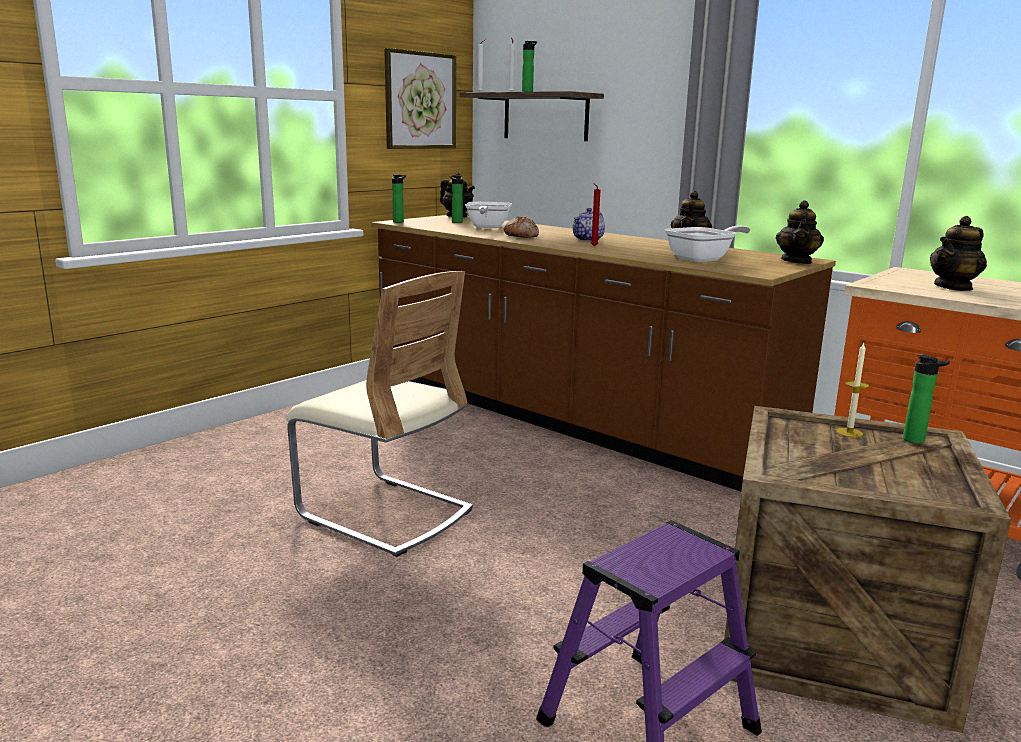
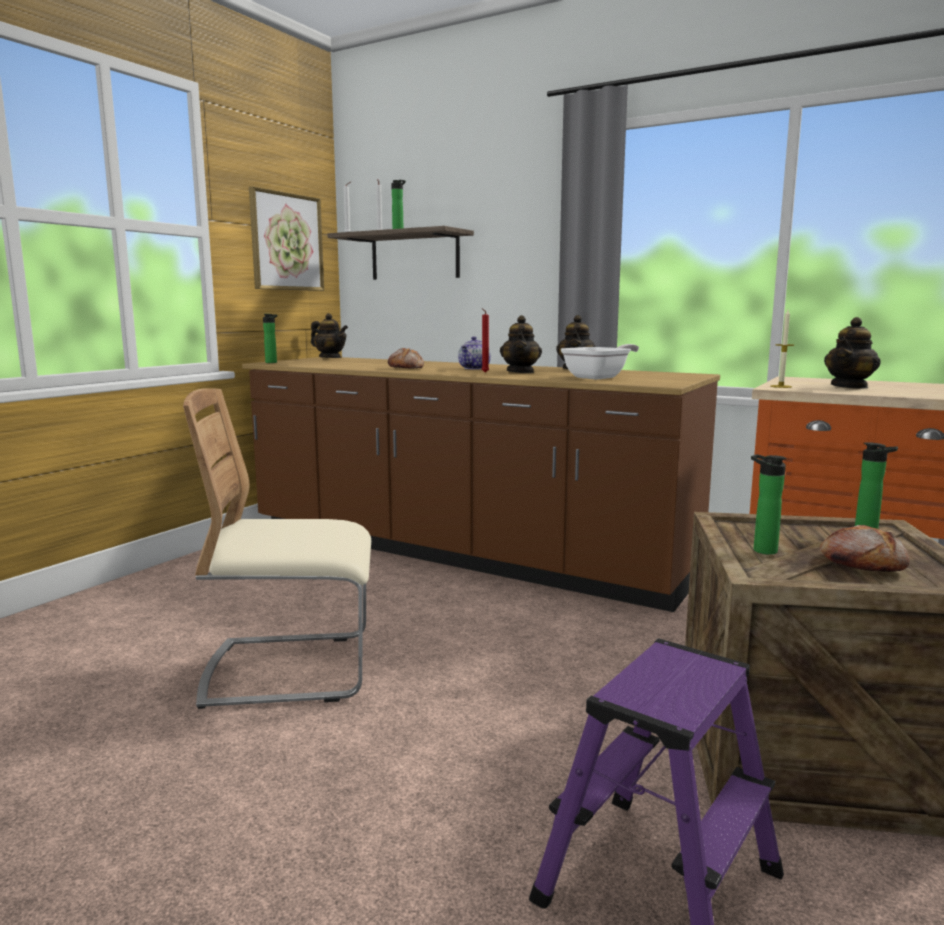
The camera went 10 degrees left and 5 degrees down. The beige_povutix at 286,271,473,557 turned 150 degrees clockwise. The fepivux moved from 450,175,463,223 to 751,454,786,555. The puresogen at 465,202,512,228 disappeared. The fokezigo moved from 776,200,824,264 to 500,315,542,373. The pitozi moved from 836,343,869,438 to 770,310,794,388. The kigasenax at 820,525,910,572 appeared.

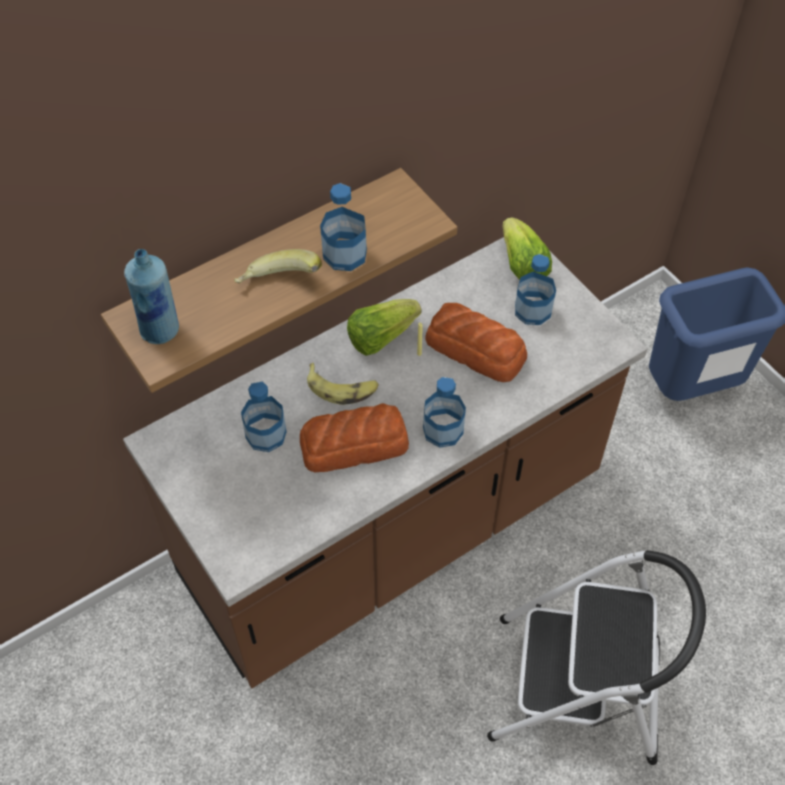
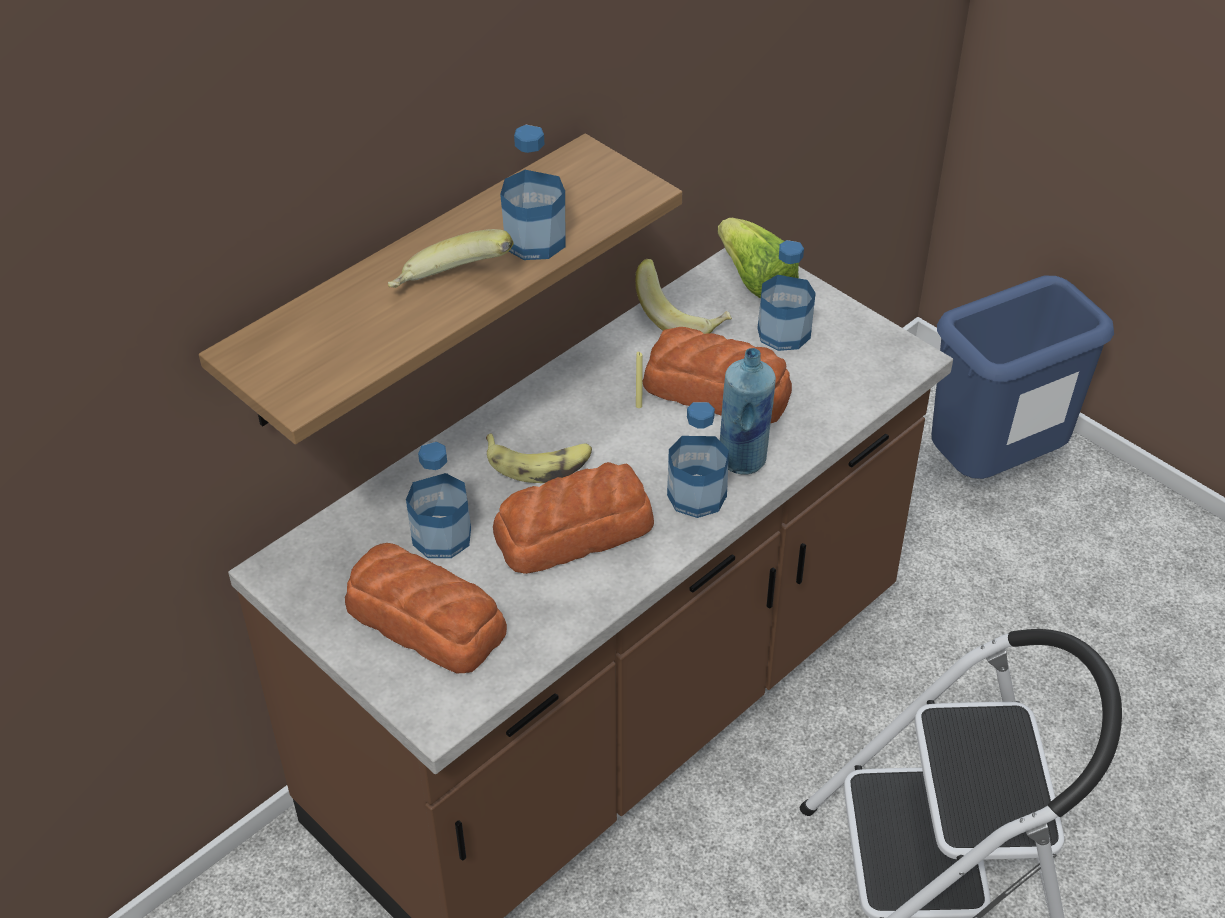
The camera went 10 degrees left and 10 degrees down. The blue_fepivux moved from 124,249,179,344 to 720,348,776,474. The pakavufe at 347,299,421,356 disappeared. The kigasenax at 345,543,507,673 appeared. The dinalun at 635,259,732,334 appeared.

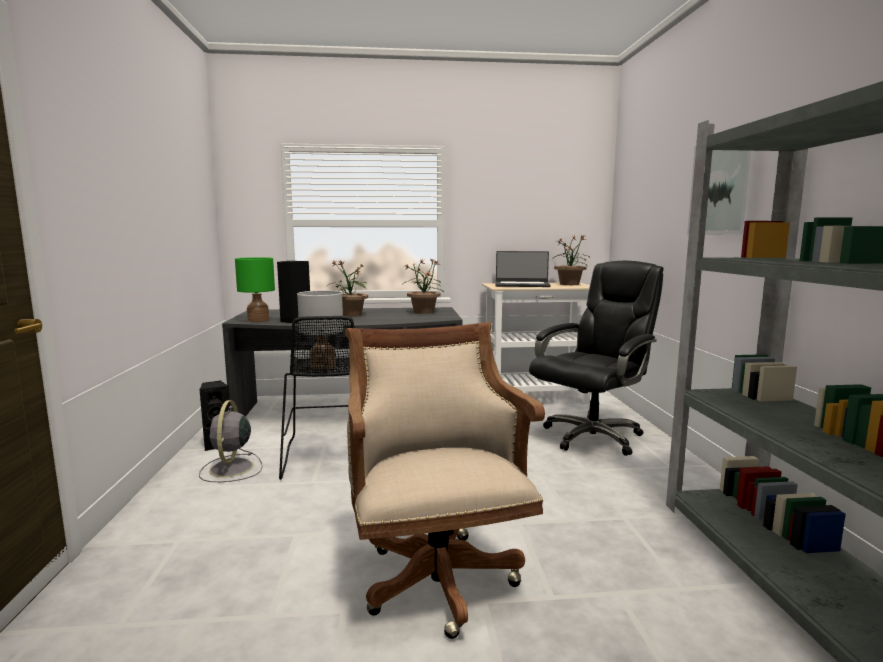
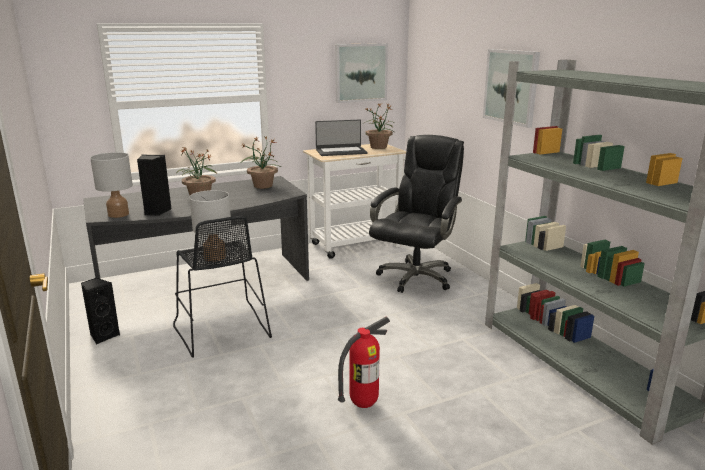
The camera went 20 degrees left and 10 degrees up. The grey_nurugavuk at 199,400,263,482 disappeared. The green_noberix at 235,257,275,322 became the grey_noberix at 90,152,133,218. The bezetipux at 345,322,545,639 was replaced by the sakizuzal at 338,317,390,408. The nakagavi at 335,43,388,103 appeared.

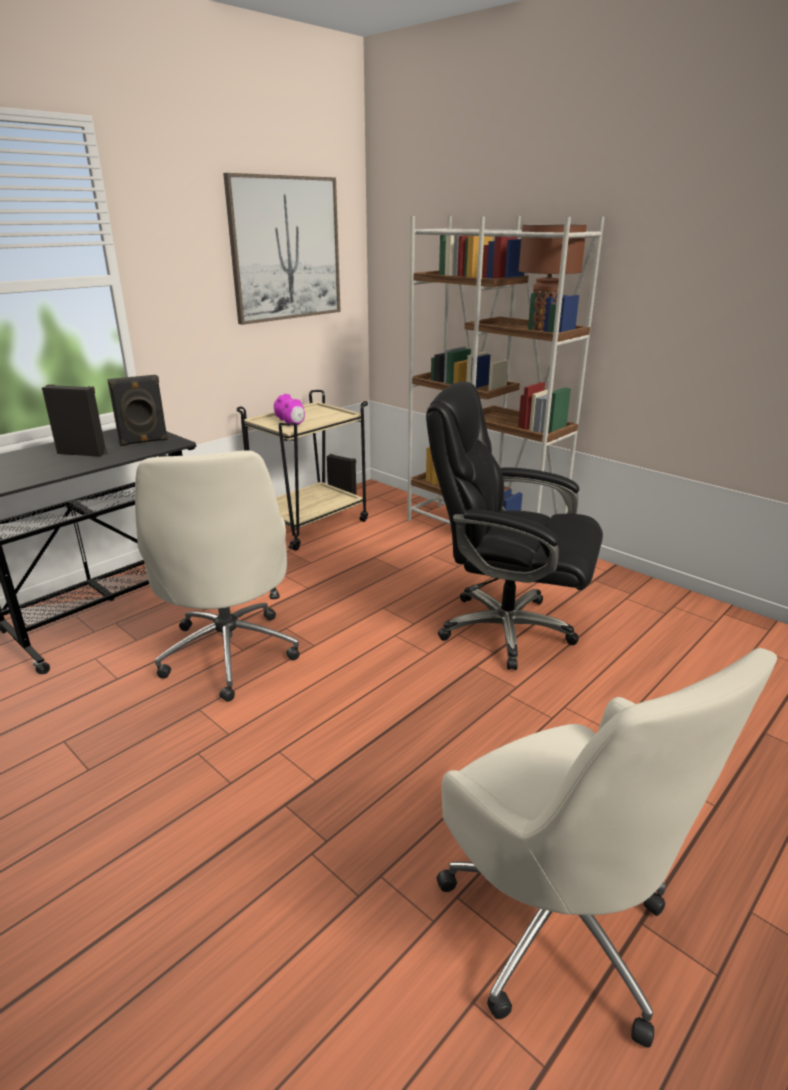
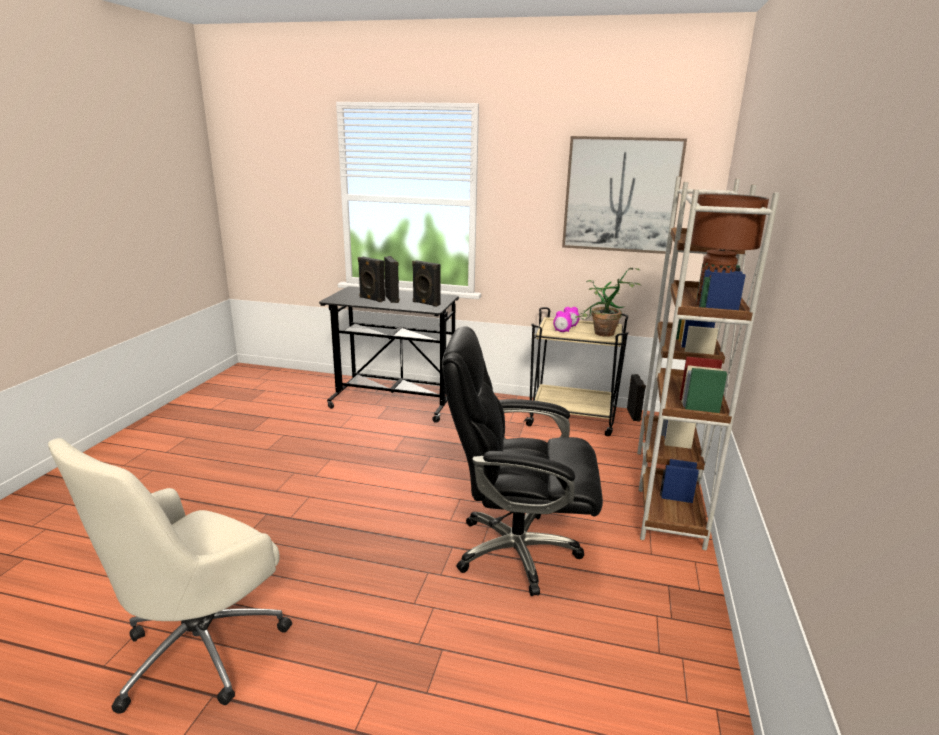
The camera went 60 degrees right and 5 degrees down. The beige_bezetipux at 135,451,300,702 disappeared. The black_bezetipux at 426,382,603,670 turned 75 degrees counterclockwise. The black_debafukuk at 358,257,385,302 appeared. The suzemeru at 575,268,641,337 appeared.

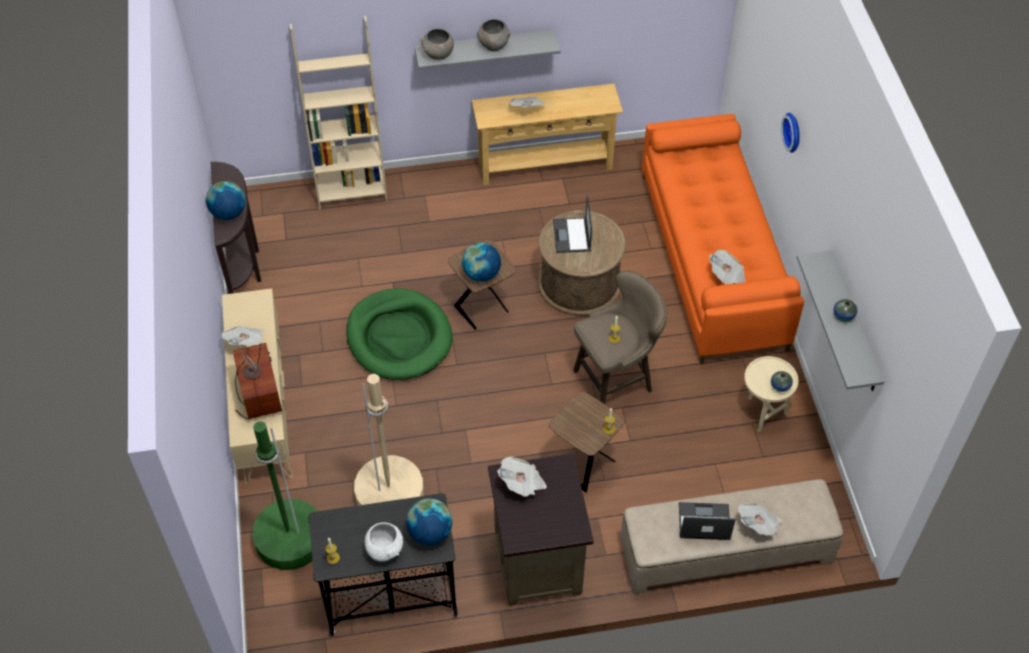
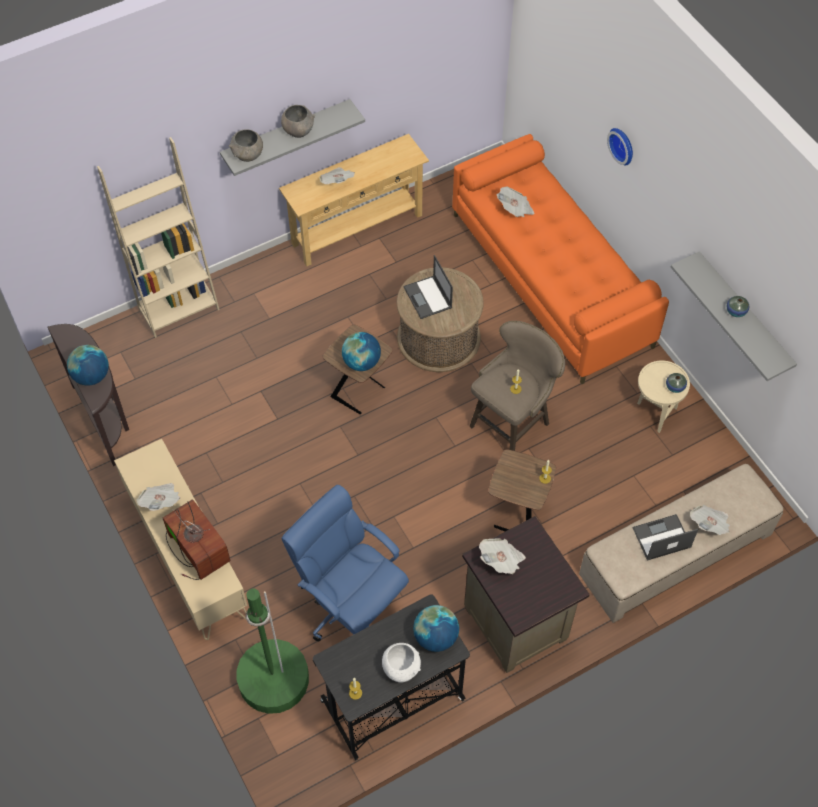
The camera went 20 degrees left and 5 degrees up. The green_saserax at 346,288,453,380 disappeared. The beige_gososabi at 354,374,424,506 was replaced by the blue_bezetipux at 282,485,409,641. The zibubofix moved from 709,250,746,284 to 497,187,534,217.

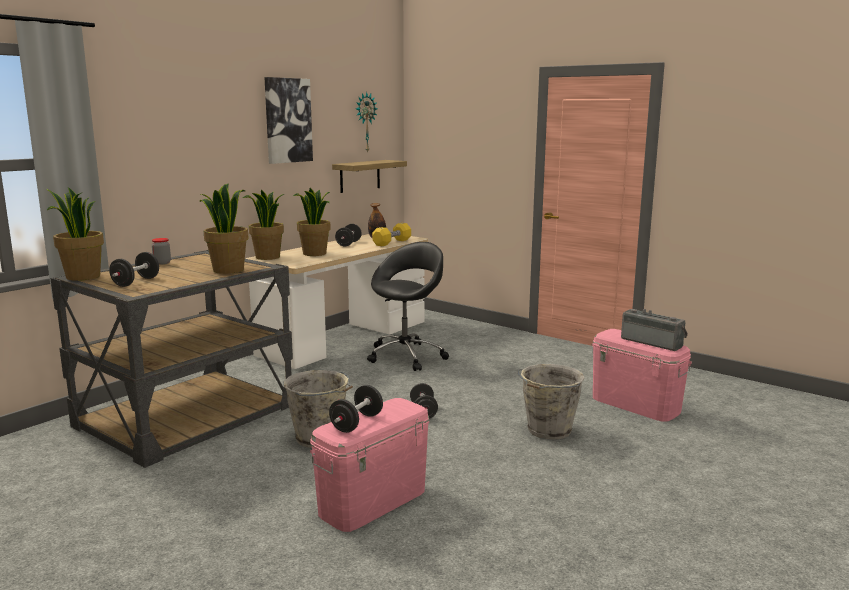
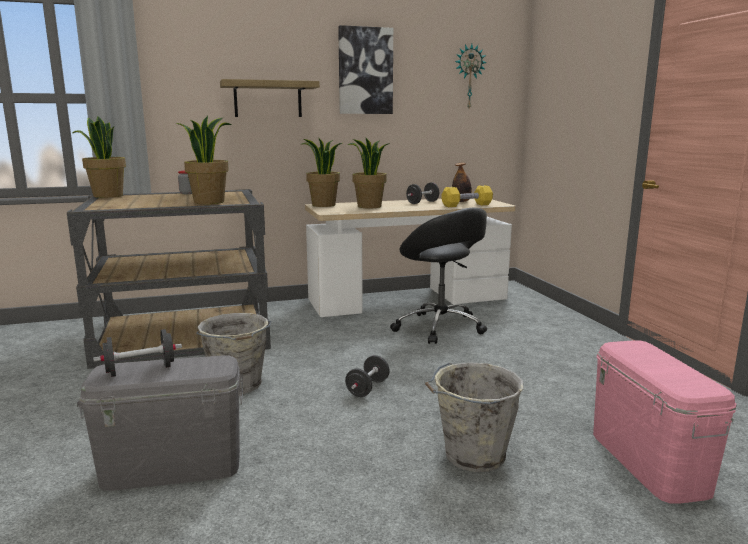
The camera went 35 degrees right and 0 degrees up. The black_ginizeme at 109,252,159,287 disappeared. The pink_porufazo at 310,398,429,532 became the grey_porufazo at 77,356,243,491. The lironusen moved from 332,160,407,193 to 220,79,320,117. The black_bezetipux at 367,242,449,371 turned 60 degrees clockwise. The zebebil at 621,309,688,351 disappeared.

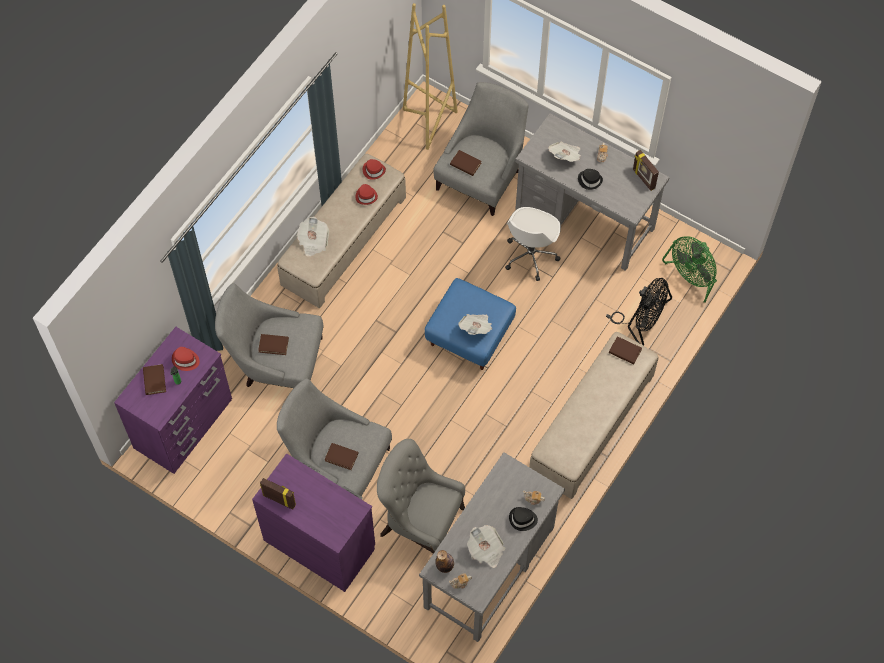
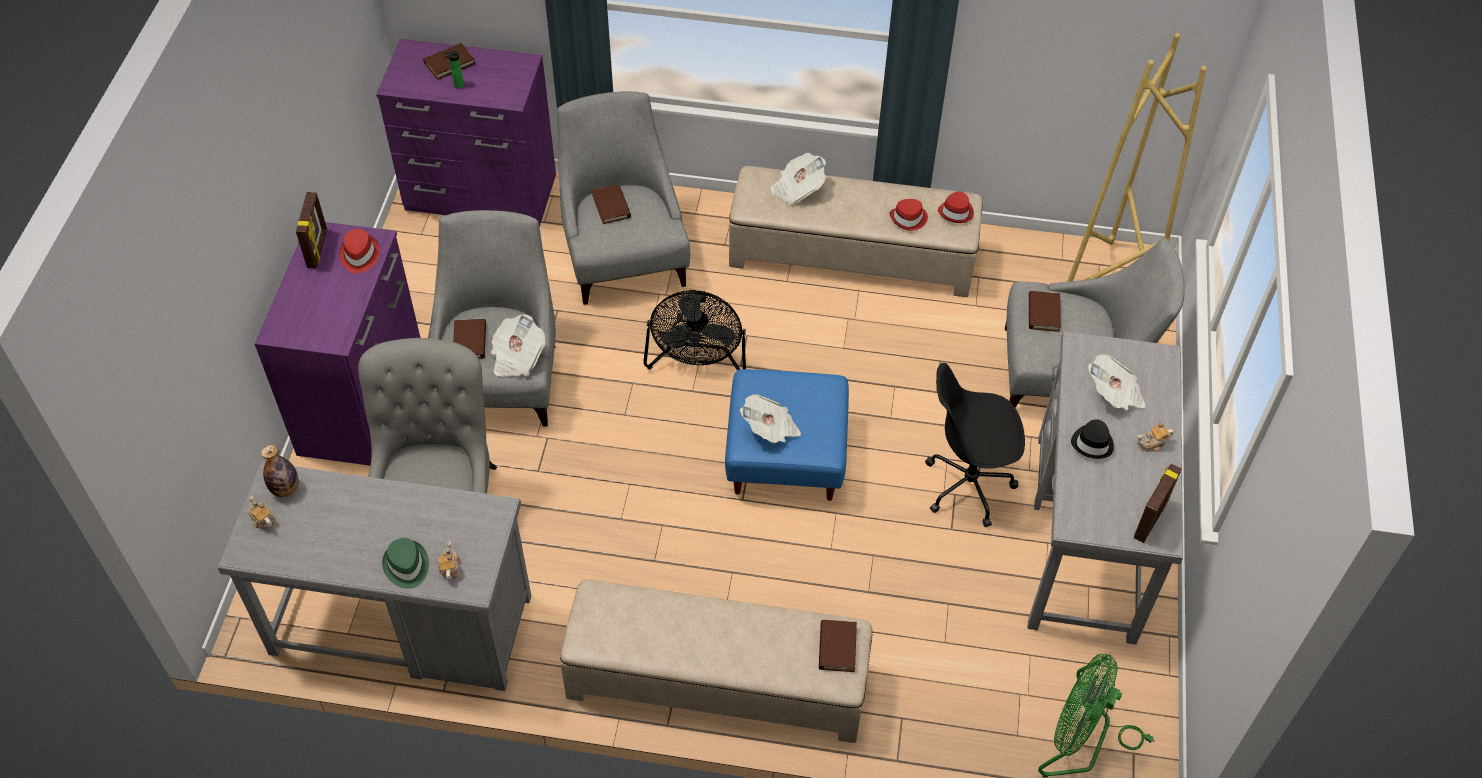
The camera went 65 degrees right and 10 degrees down. The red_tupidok moved from 172,347,200,371 to 340,229,380,273. The zibubofix moved from 467,525,506,568 to 491,314,546,377. The white_bezetipux at 505,207,561,281 became the black_bezetipux at 925,363,1025,527. The black_tupidok at 509,507,538,531 became the green_tupidok at 382,538,429,589. The black_nurugavuk moved from 606,278,672,346 to 643,289,746,371.

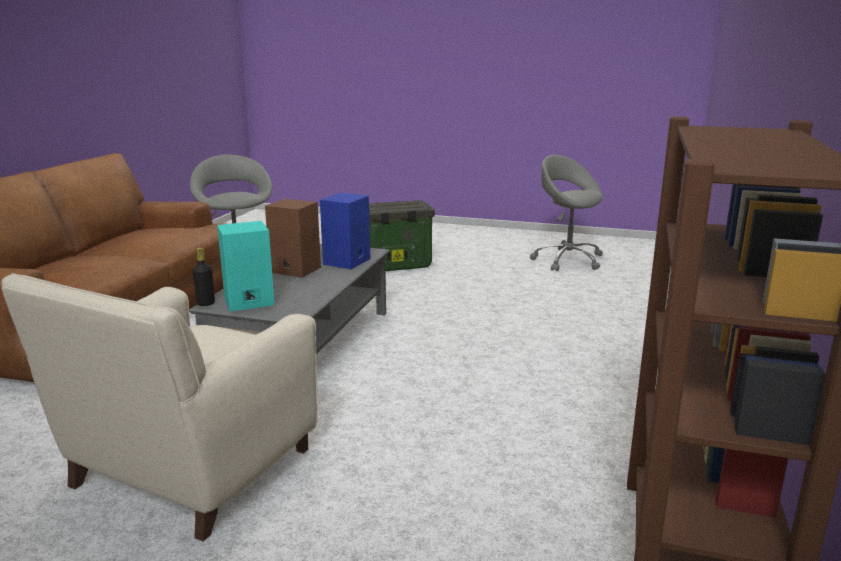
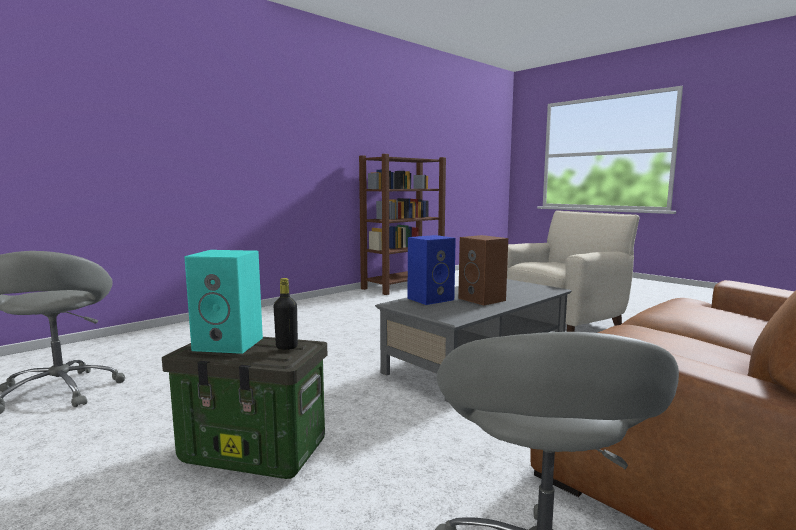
The camera went 150 degrees left and 10 degrees down. The black_fepivux moved from 193,248,215,306 to 274,278,298,350. The turquoise_debafukuk moved from 217,221,275,311 to 184,250,263,354.

